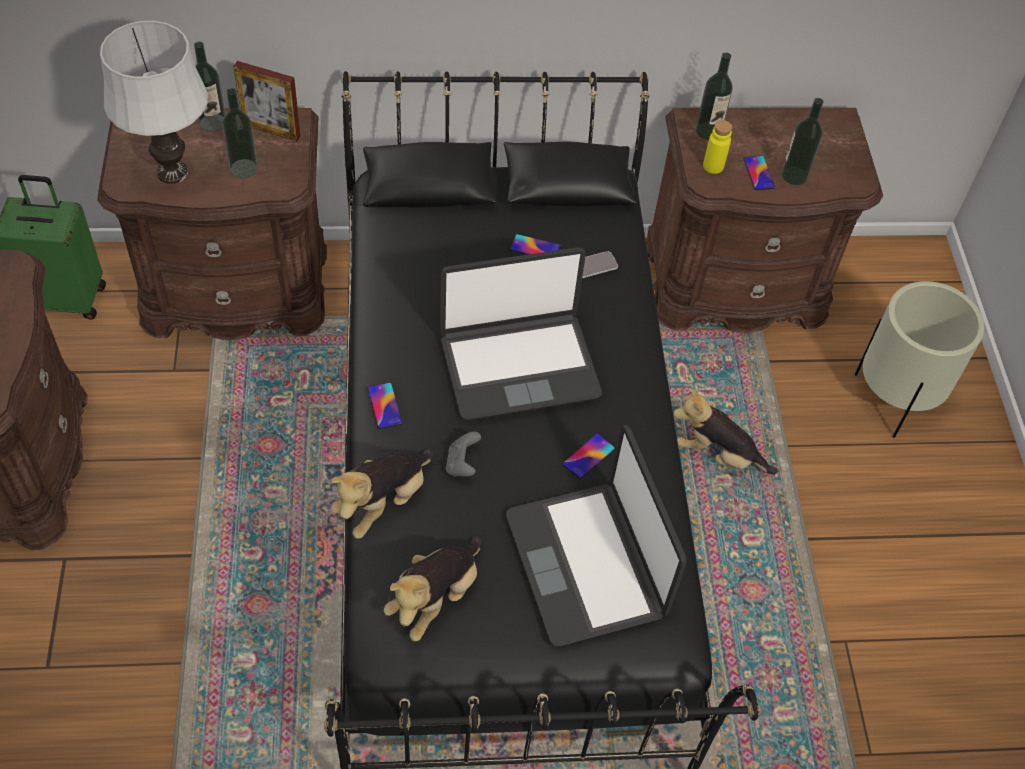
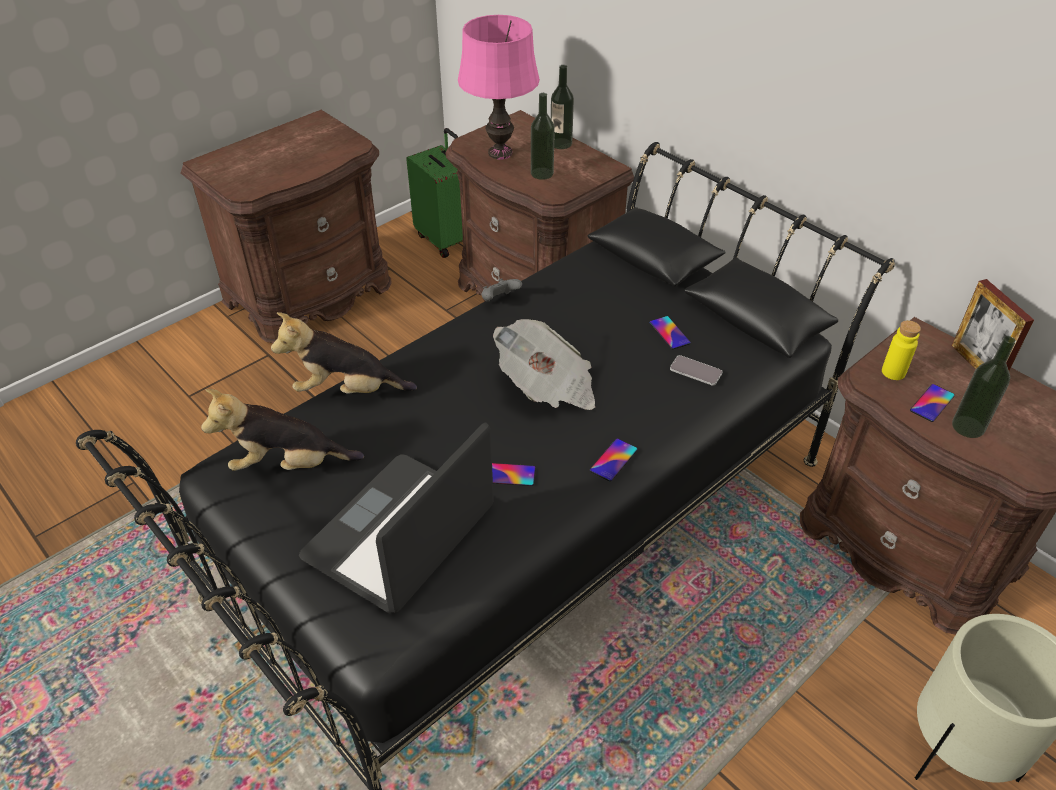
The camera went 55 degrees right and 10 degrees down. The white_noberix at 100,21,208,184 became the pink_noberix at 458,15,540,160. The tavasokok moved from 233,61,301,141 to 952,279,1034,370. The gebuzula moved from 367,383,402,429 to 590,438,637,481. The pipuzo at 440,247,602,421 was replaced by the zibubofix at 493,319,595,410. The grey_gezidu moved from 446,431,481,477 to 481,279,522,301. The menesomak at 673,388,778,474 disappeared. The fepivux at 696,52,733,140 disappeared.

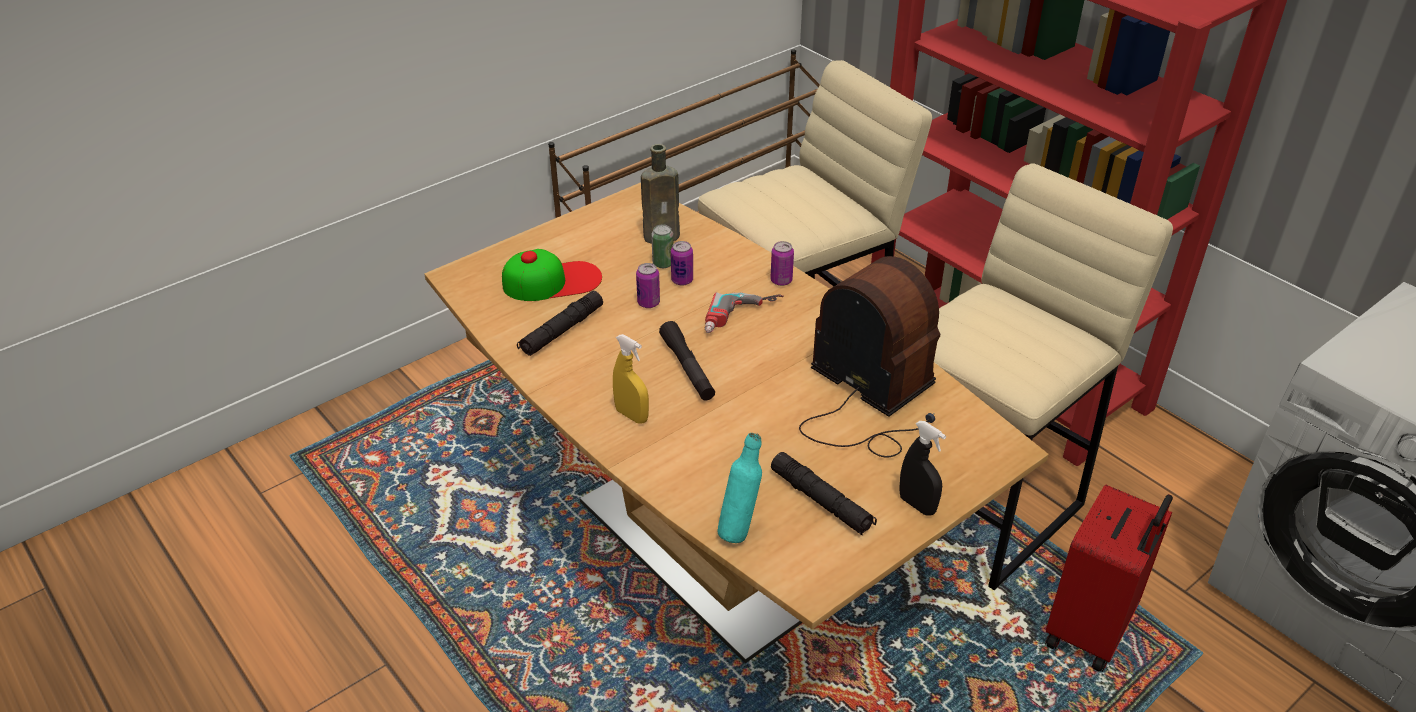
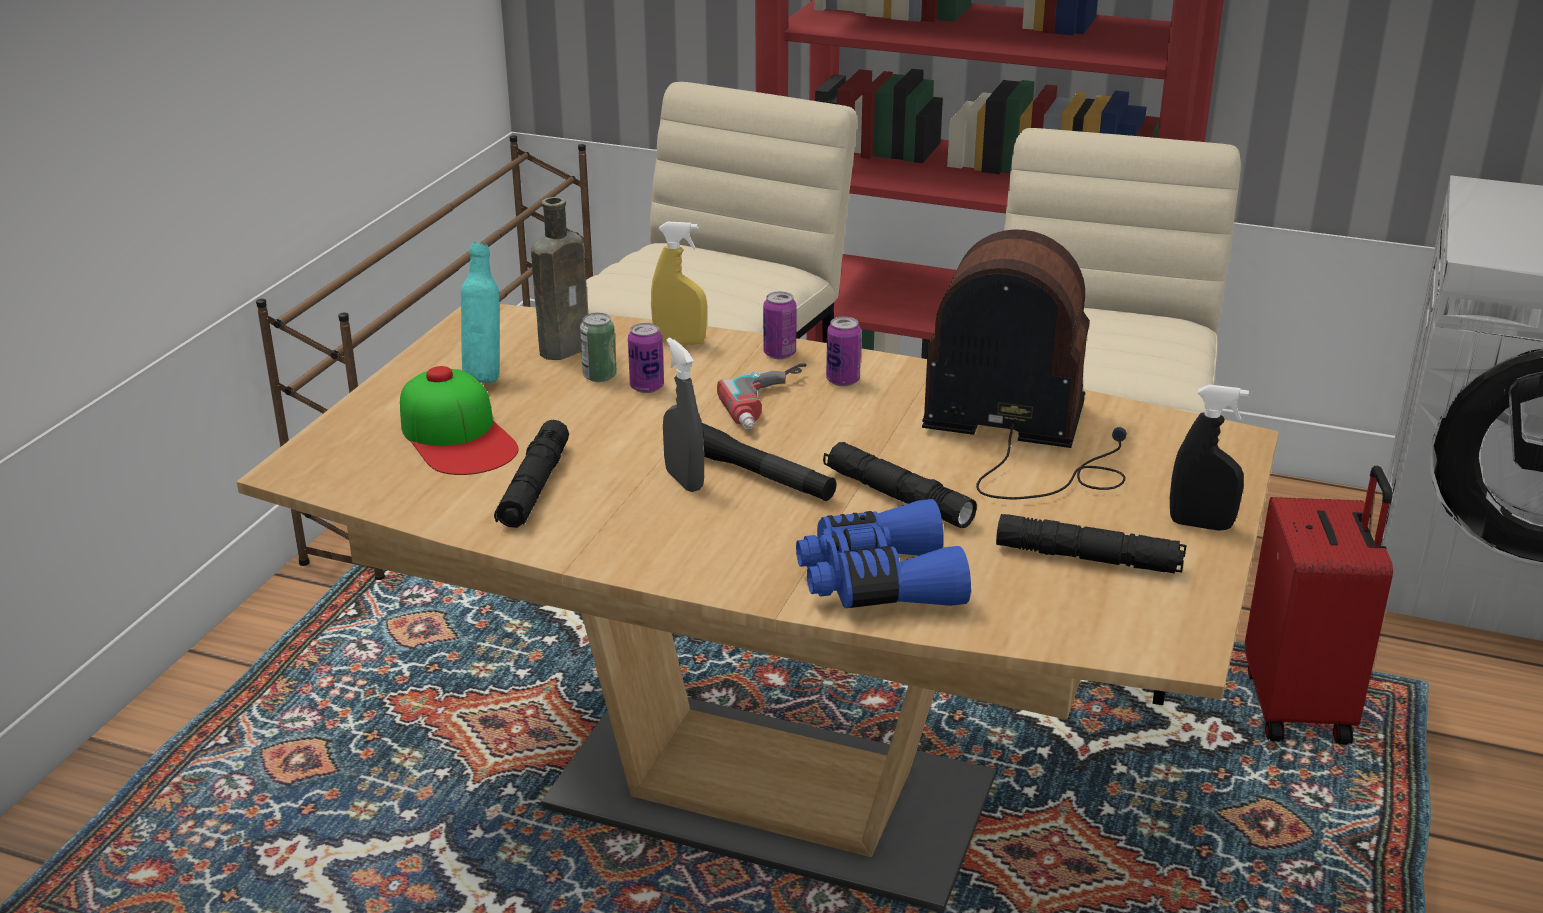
The camera went 30 degrees left and 10 degrees down. The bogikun at 502,249,602,301 turned 105 degrees clockwise. The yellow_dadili moved from 613,334,649,424 to 651,221,707,345. The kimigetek moved from 636,263,660,308 to 826,317,861,386. The turquoise_fepivux moved from 717,433,762,543 to 461,242,500,383. The grey_dadili at 663,338,704,492 appeared. The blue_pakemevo at 796,499,971,608 appeared. The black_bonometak at 823,442,977,528 appeared.

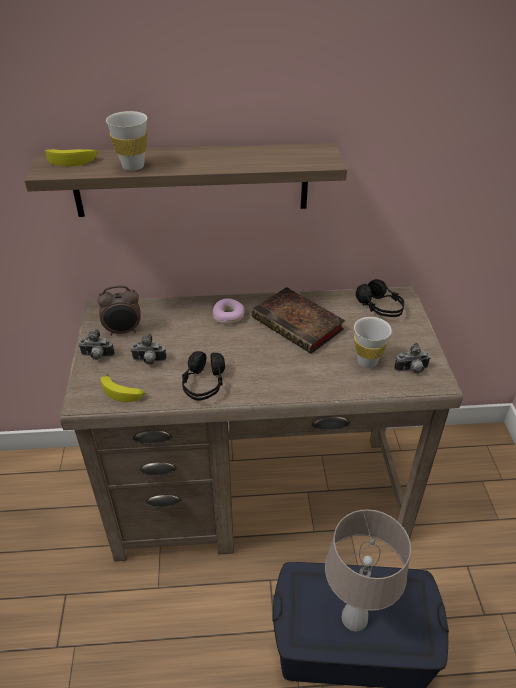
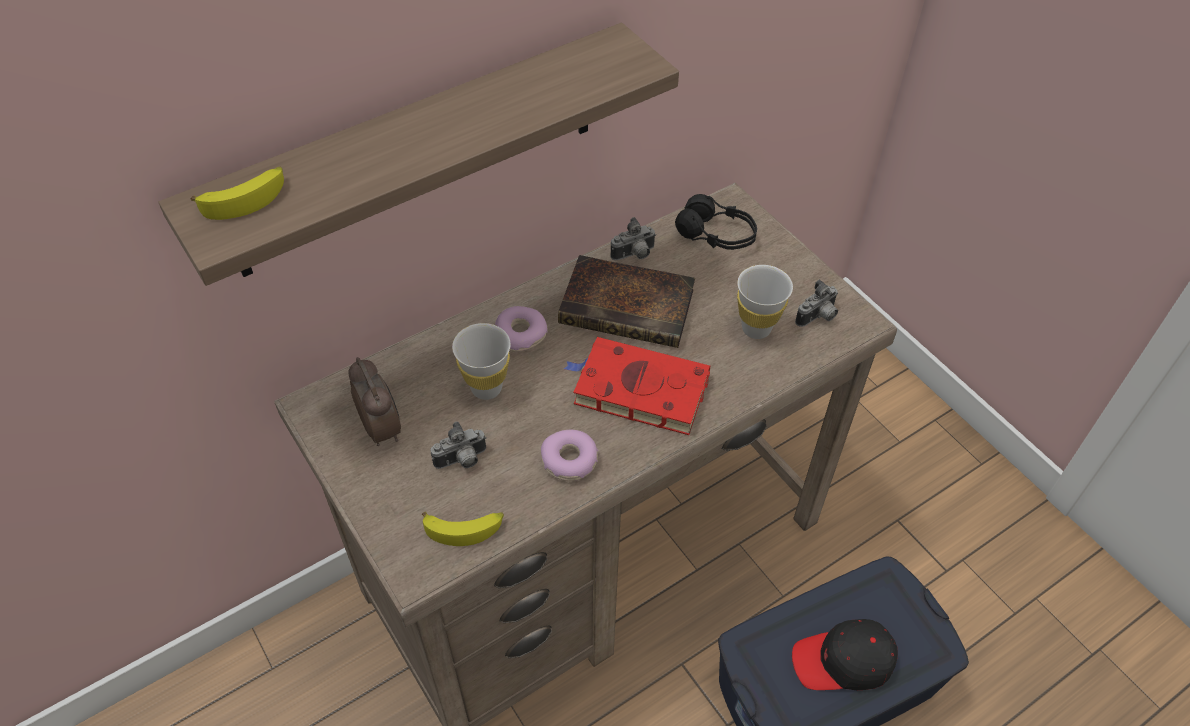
The camera went 30 degrees left and 10 degrees up. The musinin moved from 78,329,115,360 to 610,217,656,260. The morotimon at 97,285,141,336 turned 75 degrees counterclockwise. The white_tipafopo moved from 106,111,148,171 to 452,323,510,400. The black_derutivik at 182,351,225,401 was replaced by the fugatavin at 541,430,598,481. The beige_noberix at 325,509,411,632 was replaced by the black_bogikun at 792,619,898,690. The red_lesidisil at 564,337,710,435 appeared.

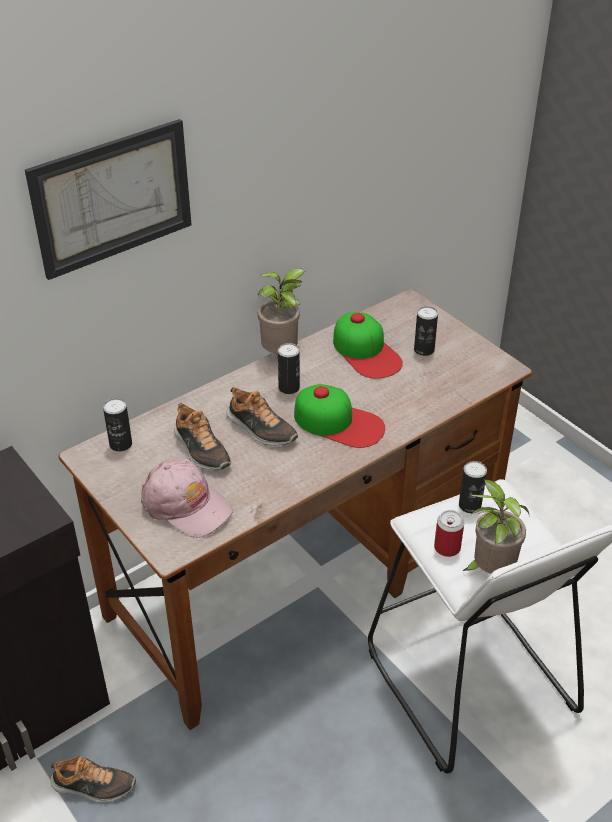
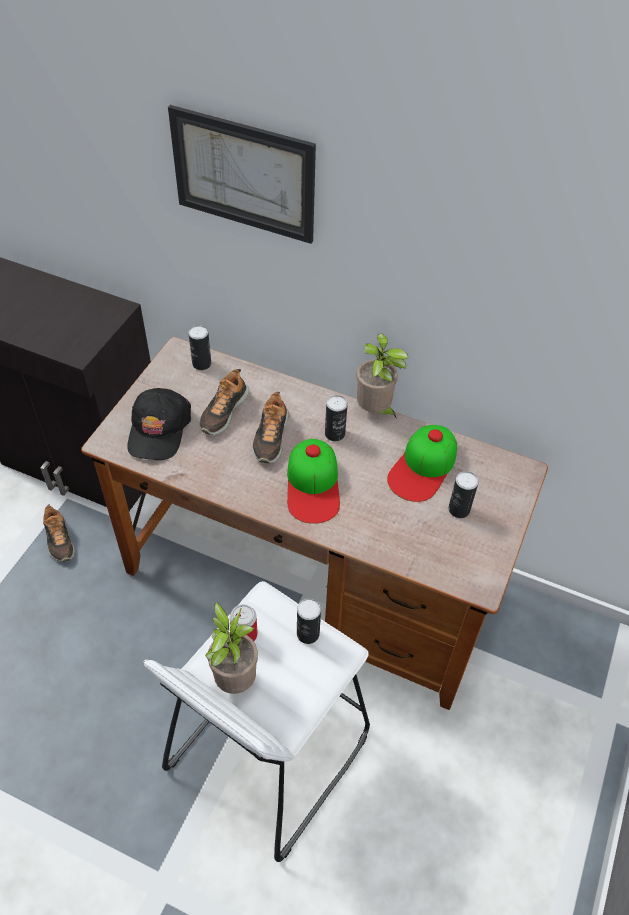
The camera went 60 degrees right and 10 degrees up. The pink_bogikun at 141,457,233,537 became the black_bogikun at 127,388,191,460.

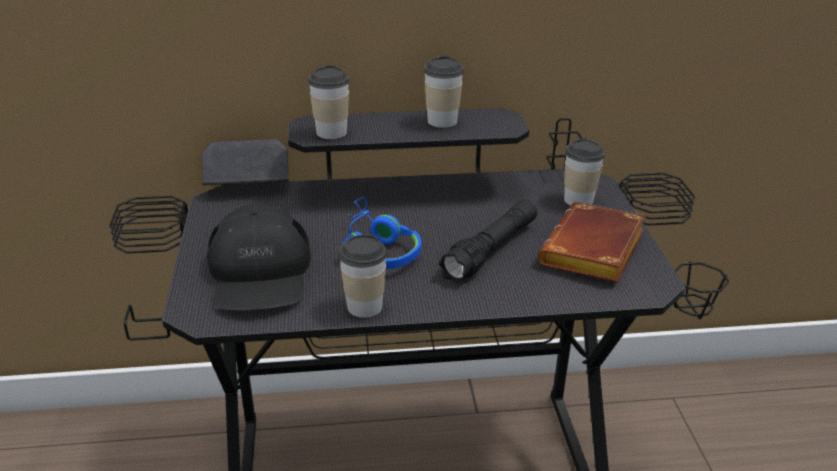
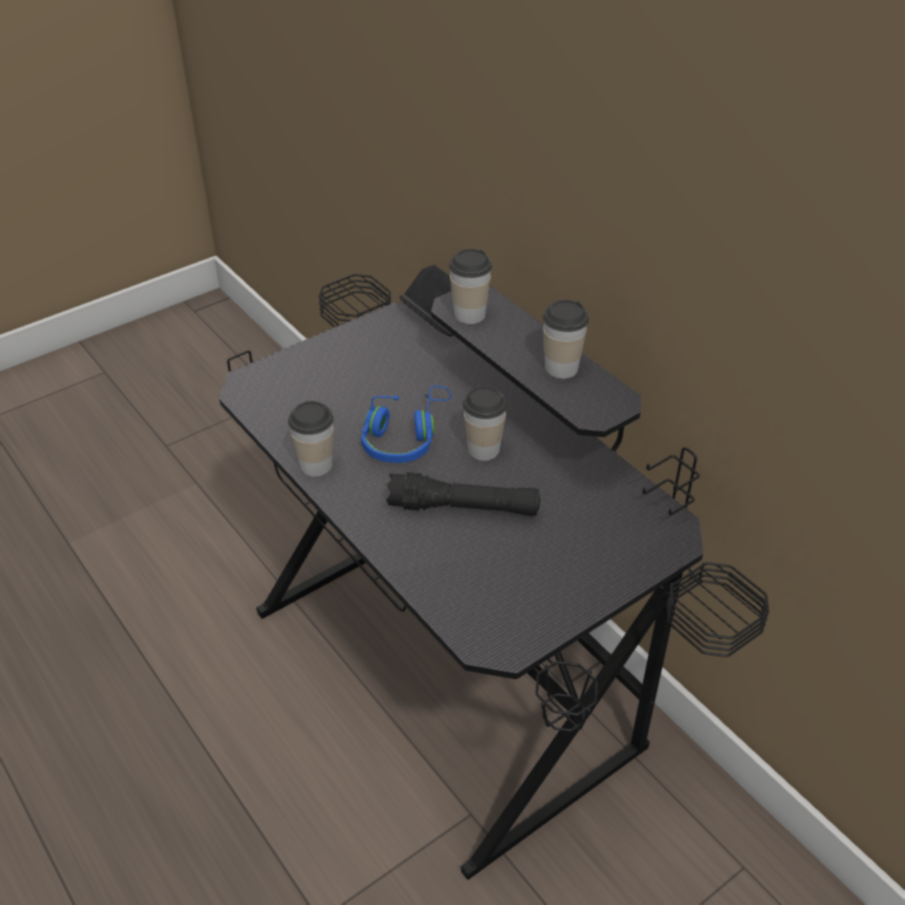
The camera went 60 degrees right and 10 degrees up. The black_bogikun at 207,204,311,311 disappeared. The brown_lesidisil at 538,202,646,283 disappeared. The tipafopo moved from 564,139,605,206 to 463,386,507,461.

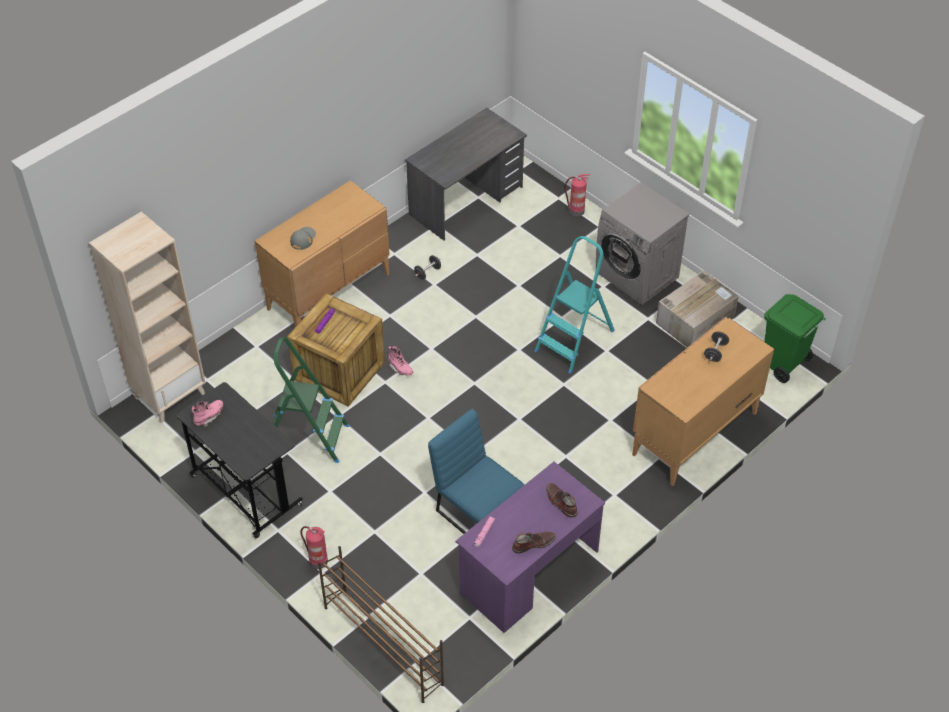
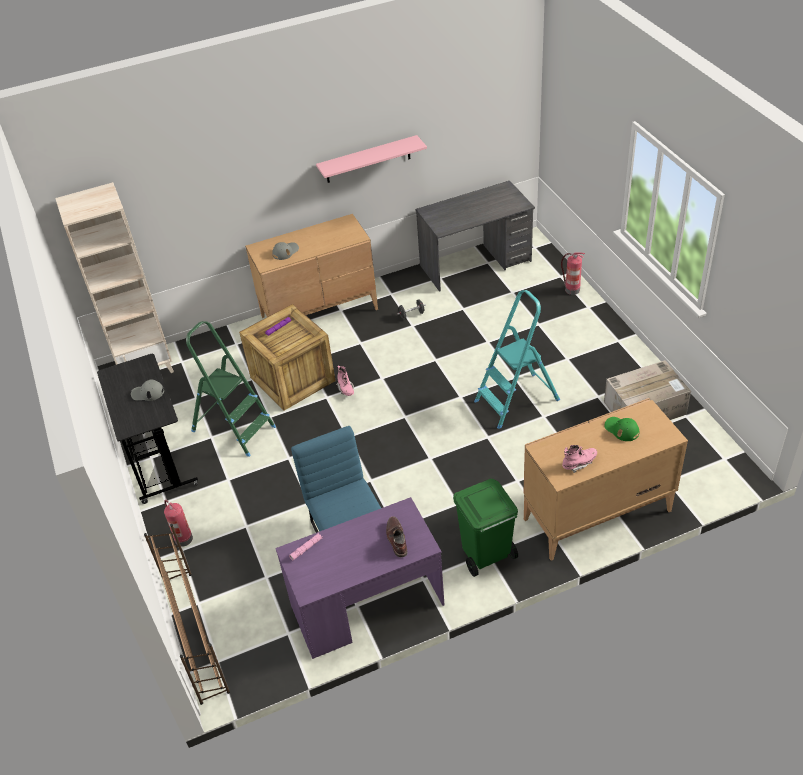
The camera went 25 degrees right and 5 degrees down. The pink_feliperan moved from 192,400,223,427 to 562,445,597,473. The brown_feliperan at 512,531,556,554 disappeared. The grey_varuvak at 596,182,689,305 disappeared. The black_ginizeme at 704,331,729,362 was replaced by the green_bogikun at 605,417,639,441. The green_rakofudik moved from 764,294,826,383 to 453,479,518,577. The grey_bogikun at 131,380,164,401 appeared. The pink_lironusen at 316,135,427,183 appeared.

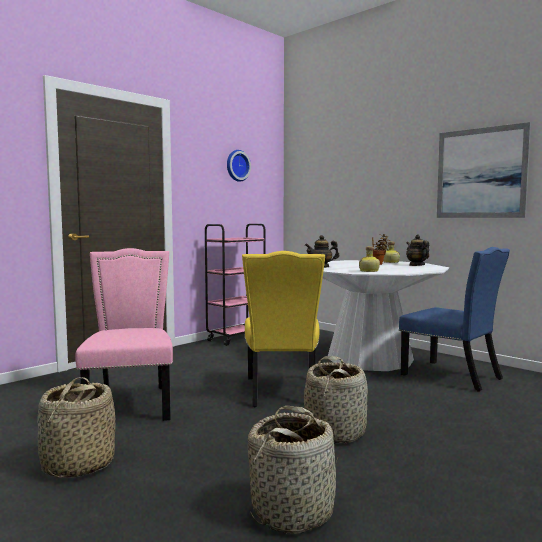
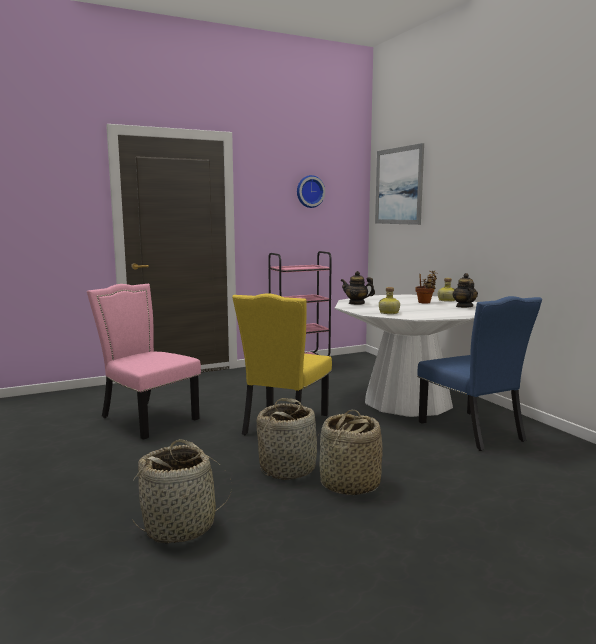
The camera went 20 degrees right and 5 degrees up. The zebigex moved from 37,377,116,478 to 319,410,382,495. The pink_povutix at 75,248,173,421 turned 60 degrees counterclockwise. The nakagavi moved from 437,122,531,218 to 375,143,424,225.

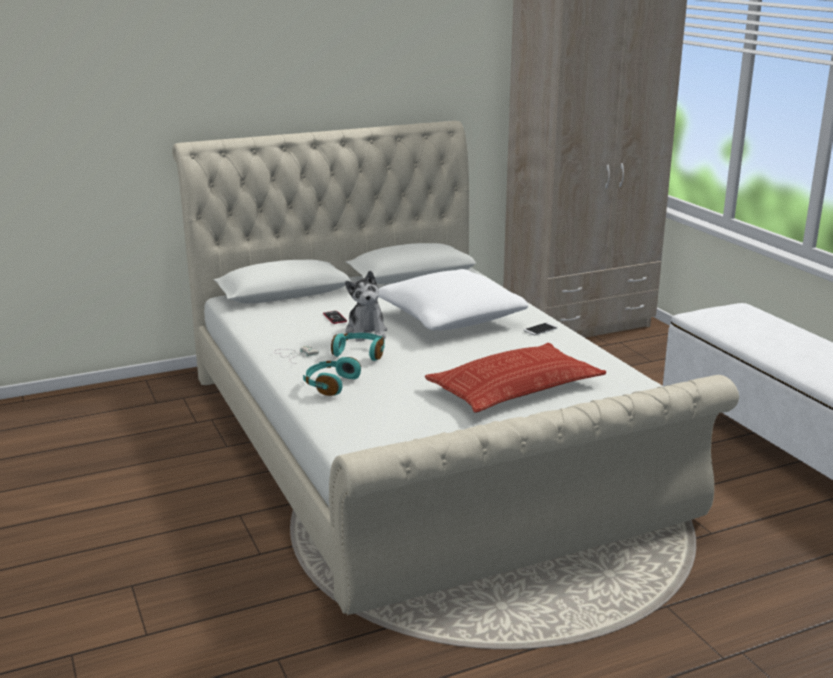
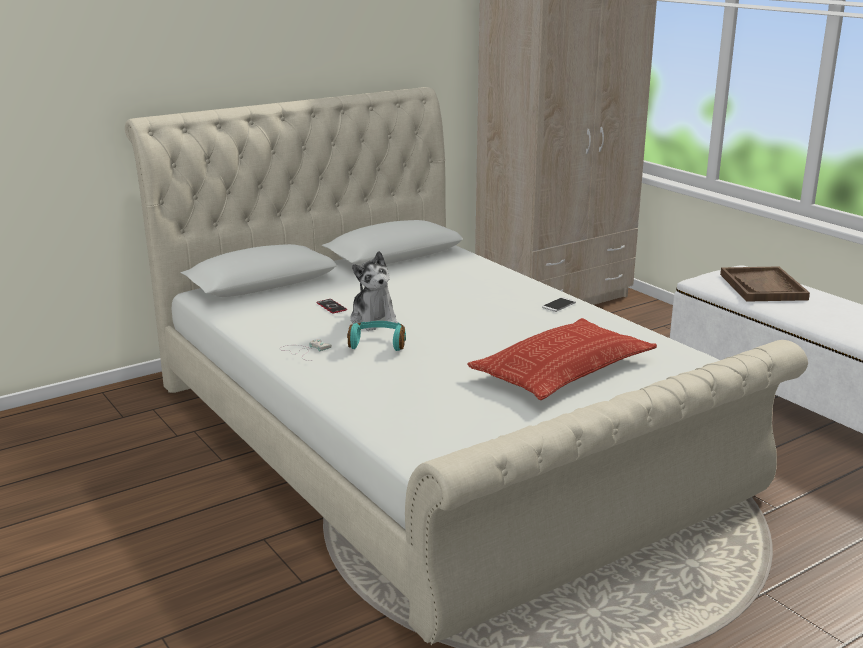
The camera went 10 degrees left and 0 degrees up. The turquoise_derutivik at 303,357,361,396 disappeared. The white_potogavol at 378,269,528,330 disappeared. The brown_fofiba at 720,266,810,302 appeared.

